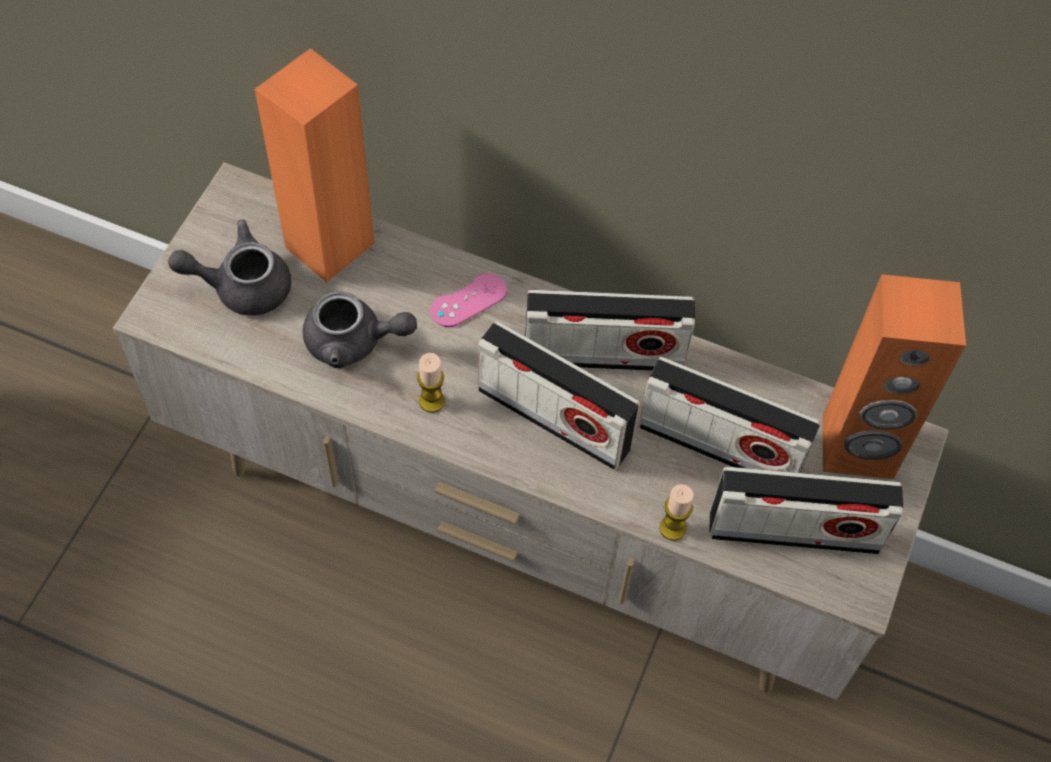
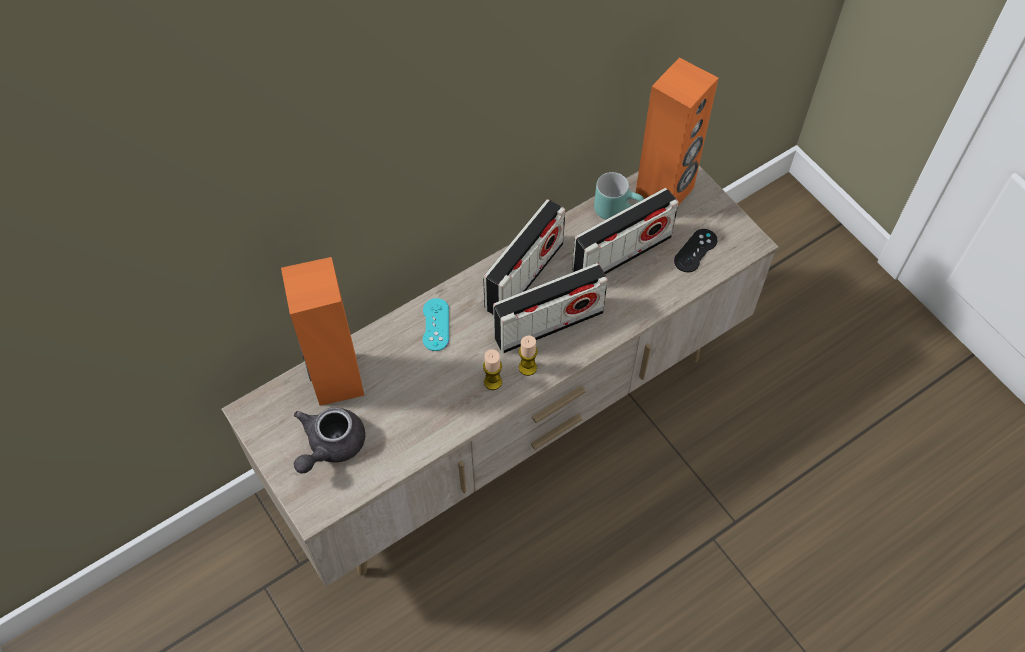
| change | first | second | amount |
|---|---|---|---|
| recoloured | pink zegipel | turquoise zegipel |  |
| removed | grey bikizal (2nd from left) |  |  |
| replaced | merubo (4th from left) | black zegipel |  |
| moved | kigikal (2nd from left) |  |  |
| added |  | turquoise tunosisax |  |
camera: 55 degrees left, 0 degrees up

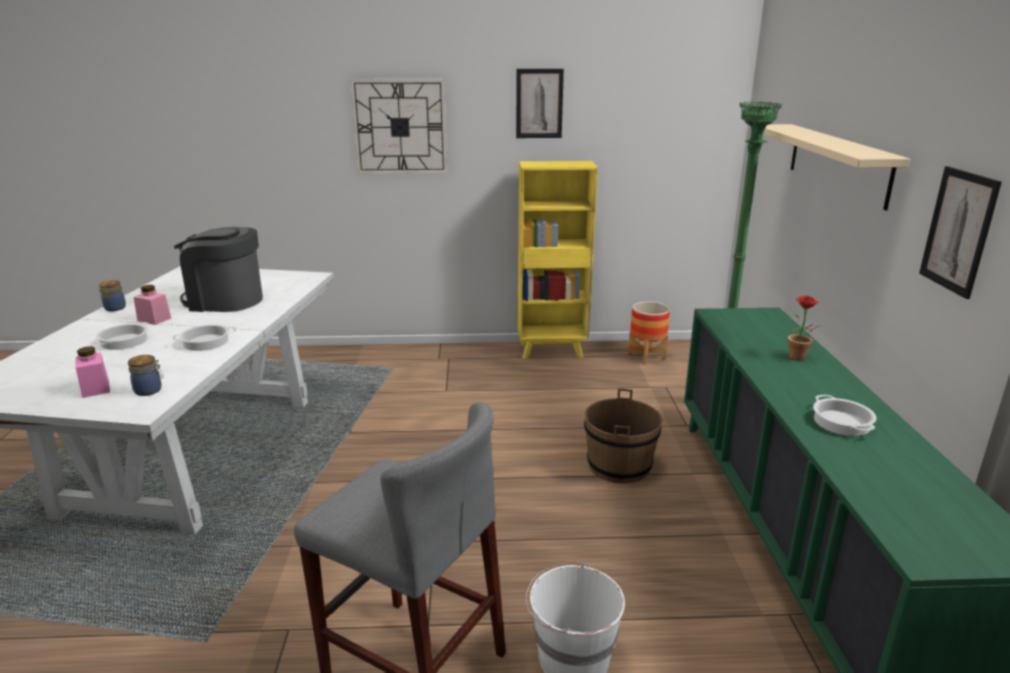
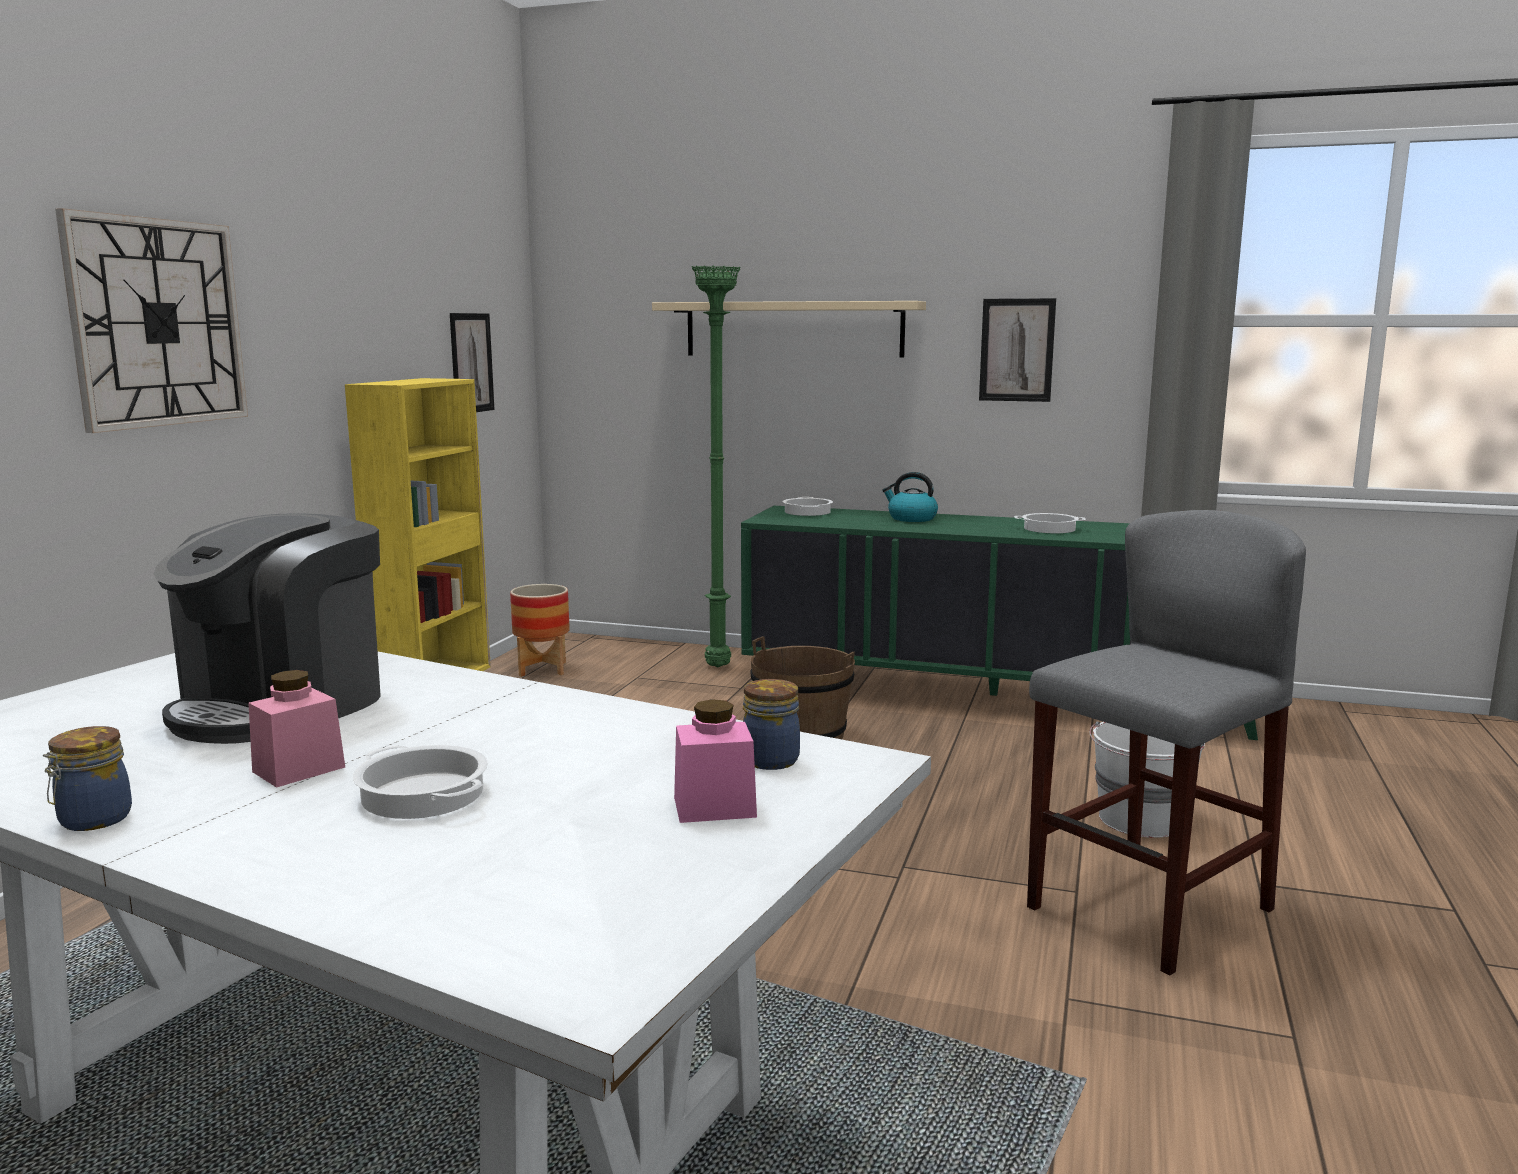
| change | first | second | amount |
|---|---|---|---|
| moved | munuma (1st from left) |  |  |
| replaced | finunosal | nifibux |  |
| moved | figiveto (2nd from left) |  |  |
camera: 70 degrees left, 10 degrees down

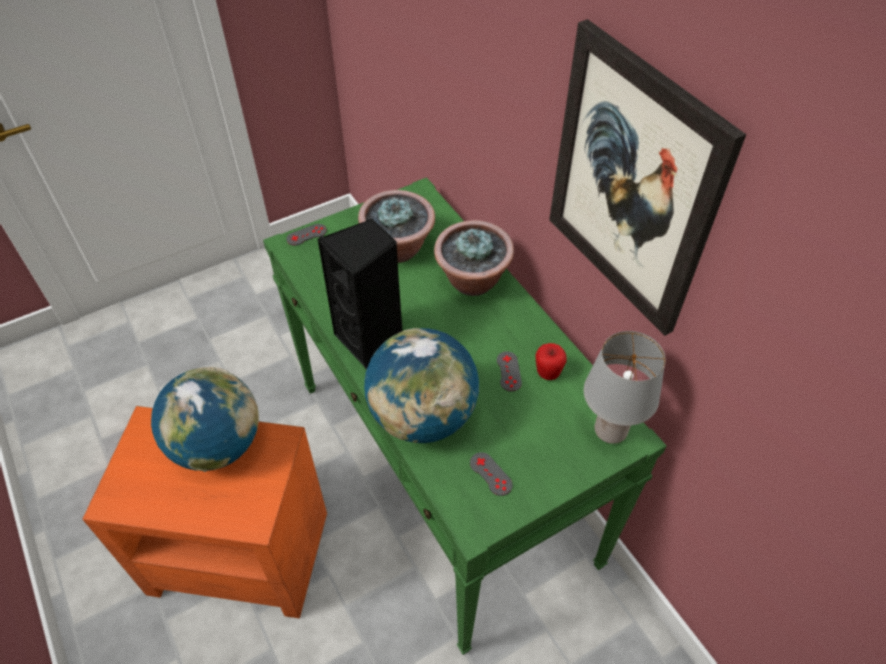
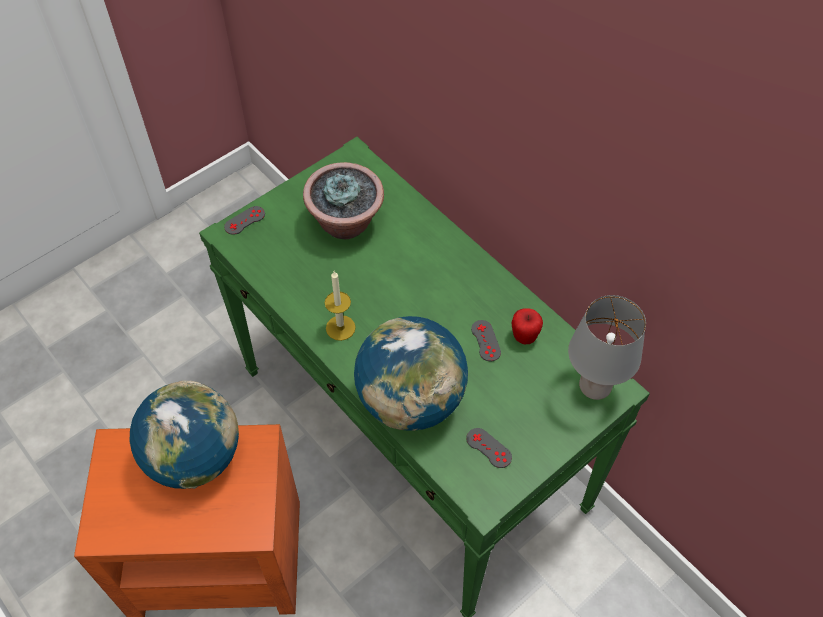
| change | first | second | amount |
|---|---|---|---|
| removed | munuma |  |  |
| replaced | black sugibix | kigikal |  |
| removed | finunosal (2nd from left) |  |  |
camera: 10 degrees left, 5 degrees up

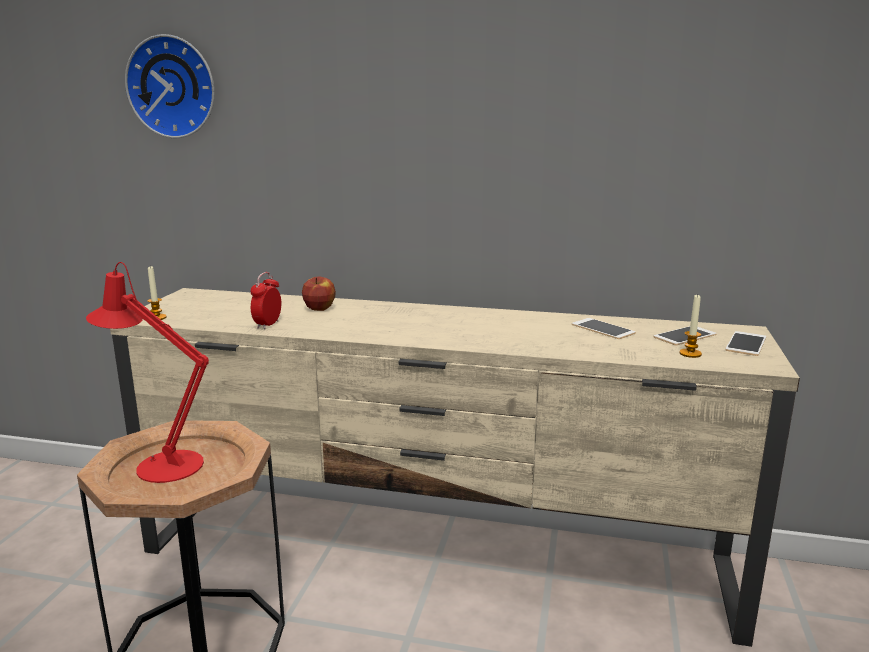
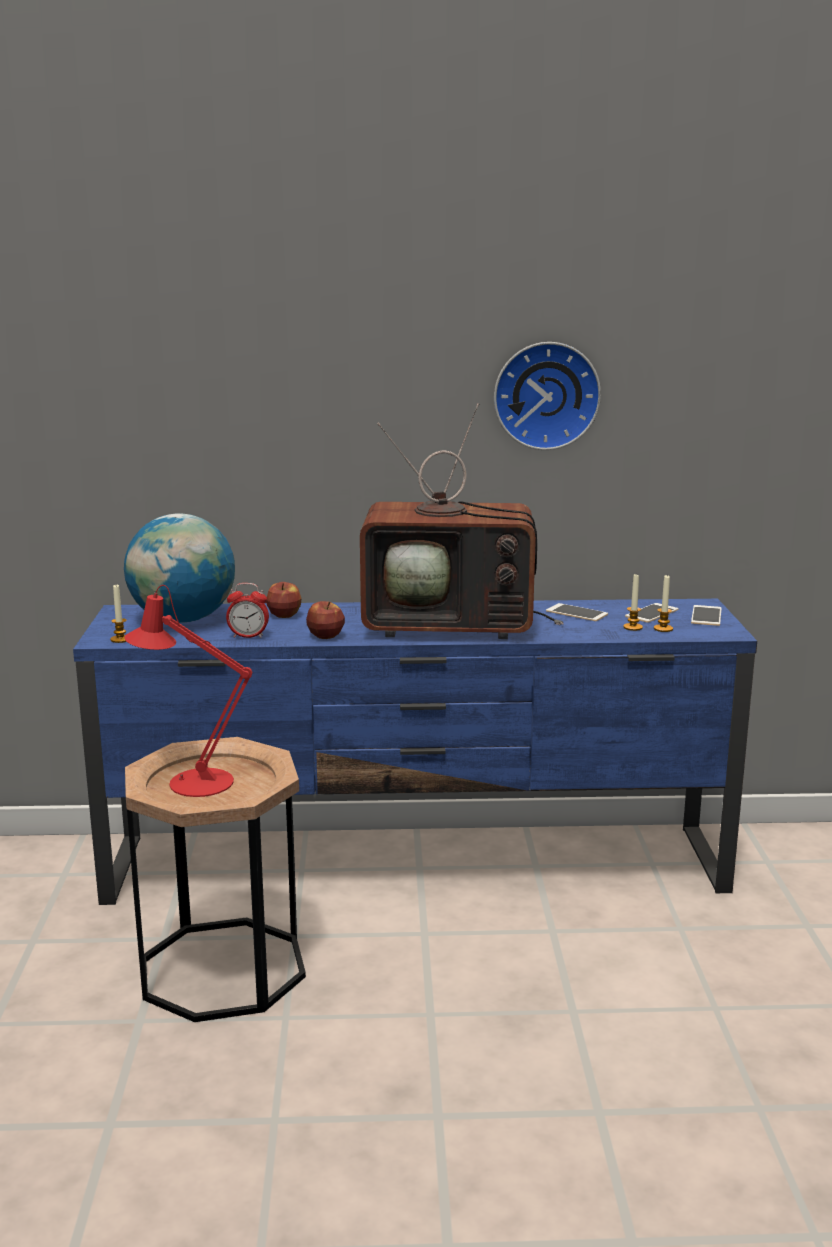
| change | first | second | amount |
|---|---|---|---|
| moved | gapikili |  |  |
| turned | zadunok |  | 90 degrees counterclockwise |
| recoloured | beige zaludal | blue zaludal |  |
| added |  | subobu |  |
| added |  | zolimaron |  |
| added |  | kigikal (2nd from left) |  |
| added |  | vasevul (2nd from left) |  |
camera: 15 degrees left, 0 degrees up

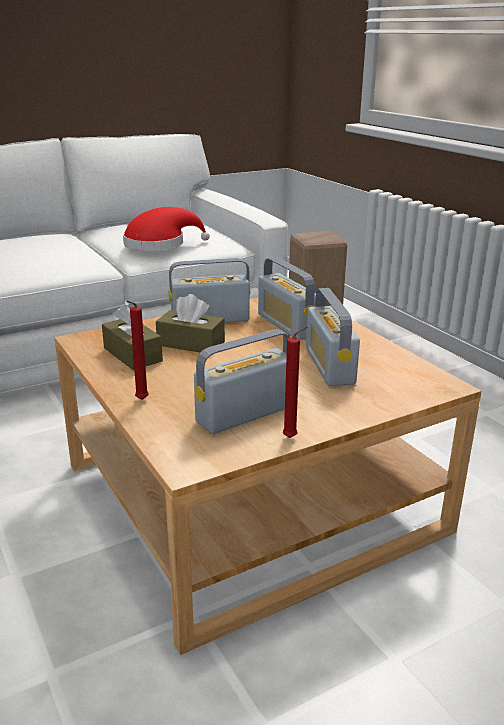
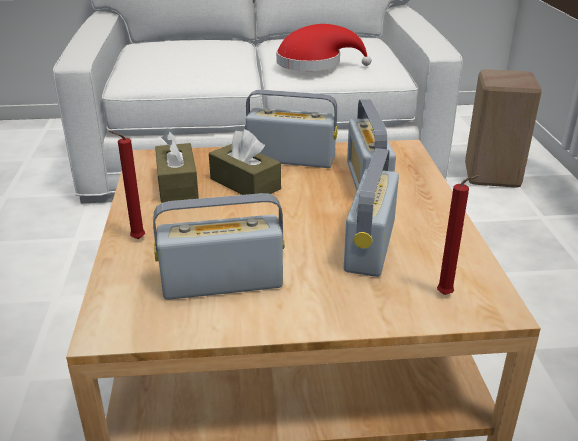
| change | first | second | amount |
|---|---|---|---|
| moved | red kigikal (2nd from left) |  |  |
camera: 25 degrees right, 5 degrees up

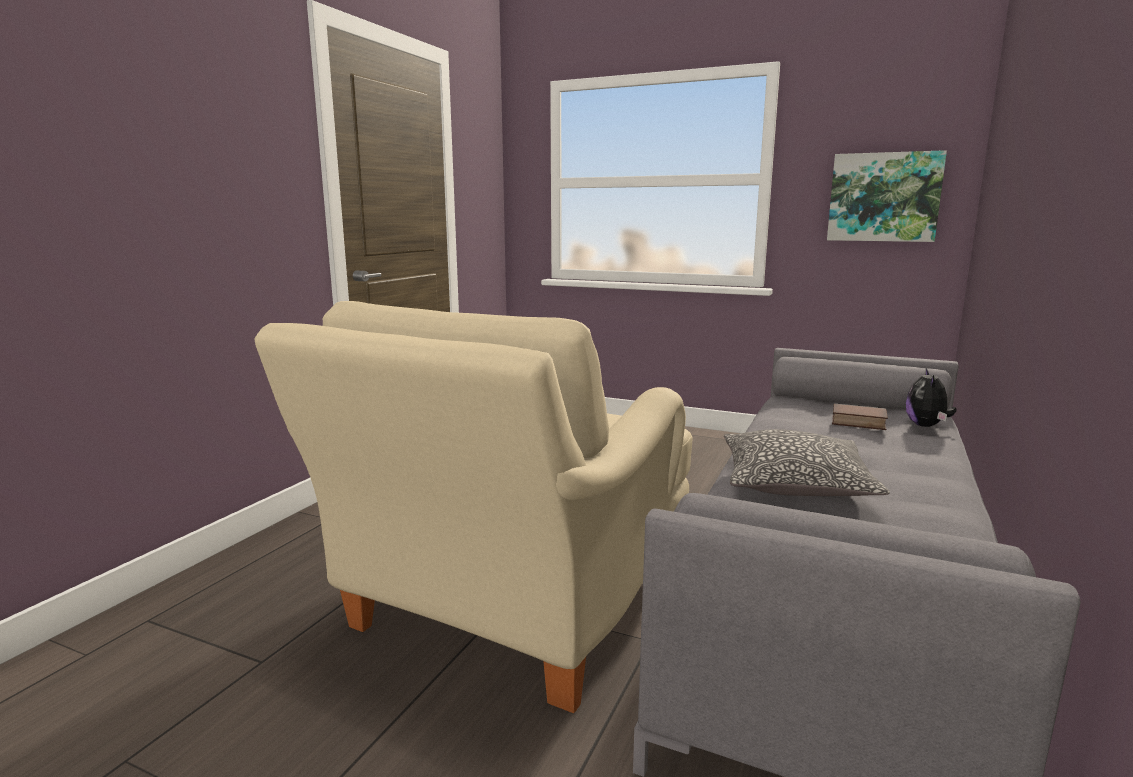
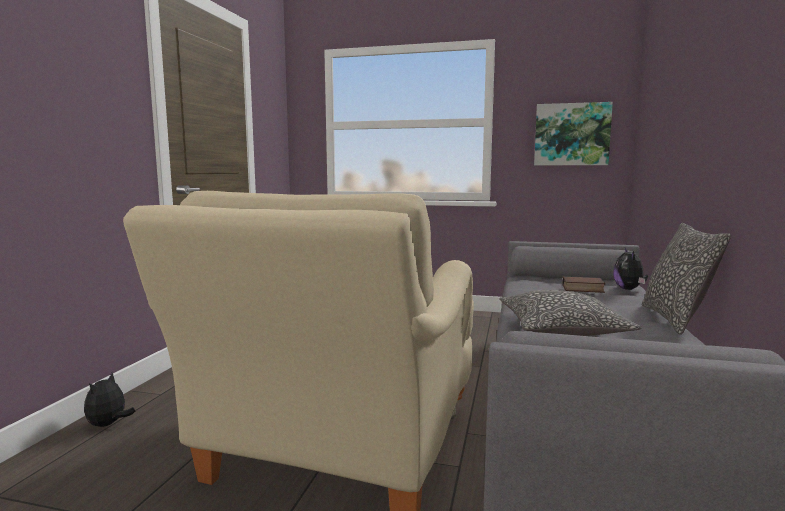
| change | first | second | amount |
|---|---|---|---|
| added |  | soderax (2nd from left) |  |
| added |  | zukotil (1st from left) |  |
camera: 10 degrees left, 5 degrees down

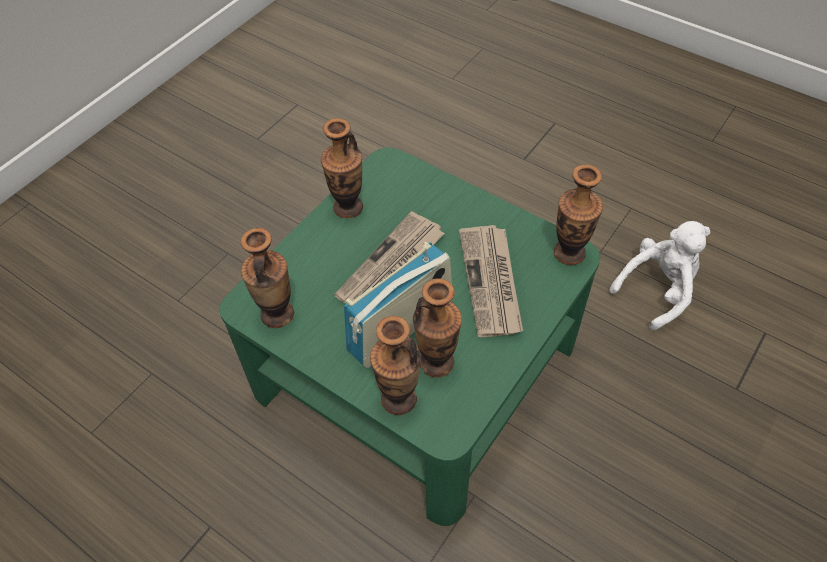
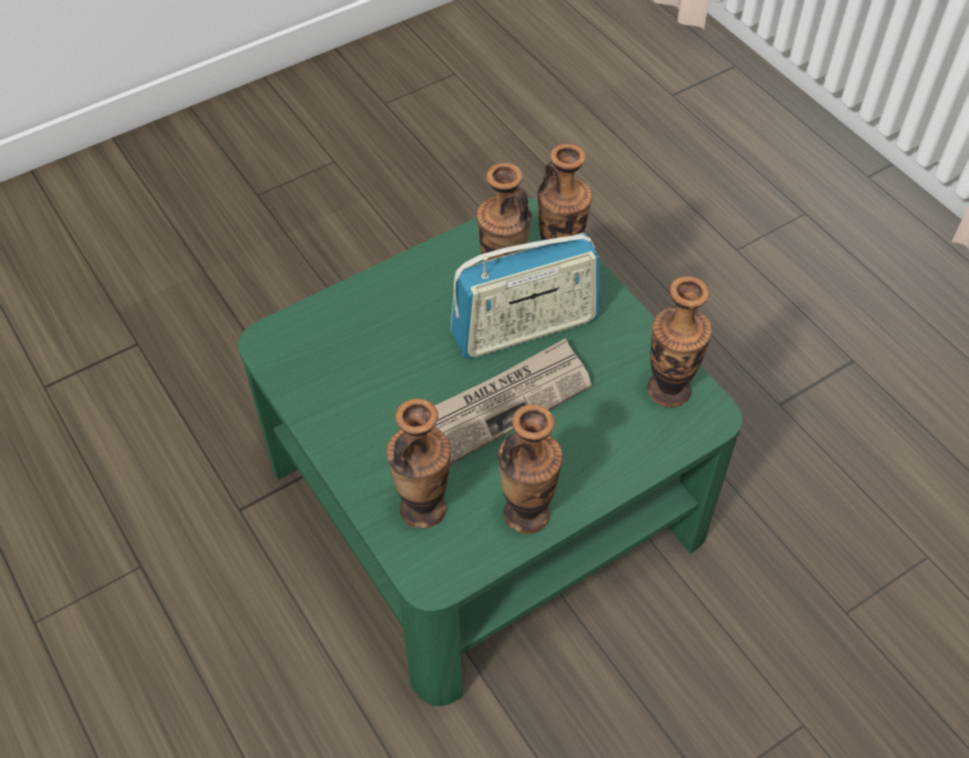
| change | first | second | amount |
|---|---|---|---|
| moved | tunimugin (5th from left in the first image) | tunimugin (1st from left) |  |
| removed | white zukotil |  |  |
| removed | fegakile (2nd from left) |  |  |
camera: 160 degrees left, 0 degrees up

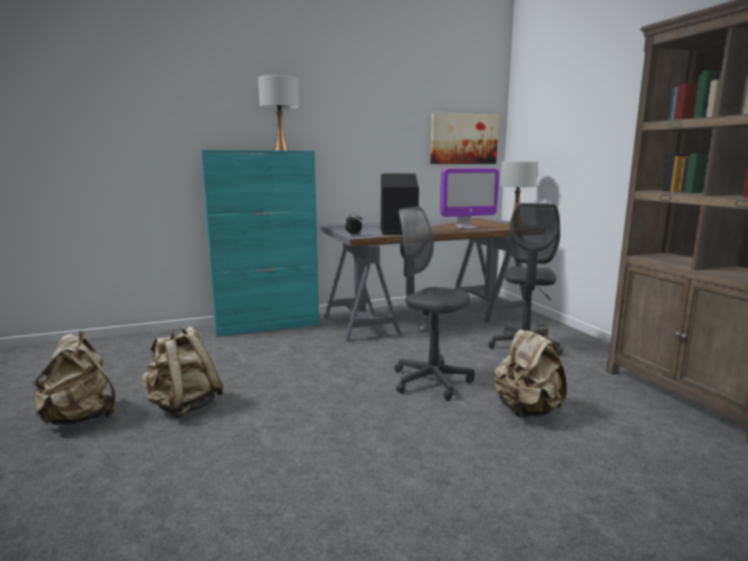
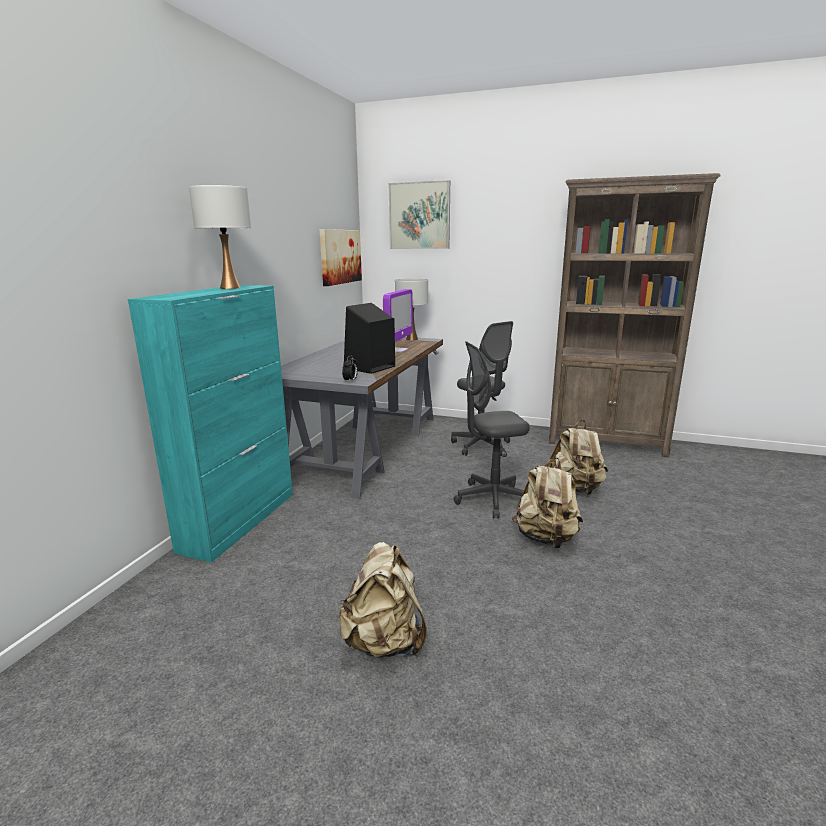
| change | first | second | amount |
|---|---|---|---|
| moved | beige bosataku (1st from left in the first image) | beige bosataku (2nd from left) |  |
| added |  | munuma (2nd from left) |  |
camera: 50 degrees left, 5 degrees up

